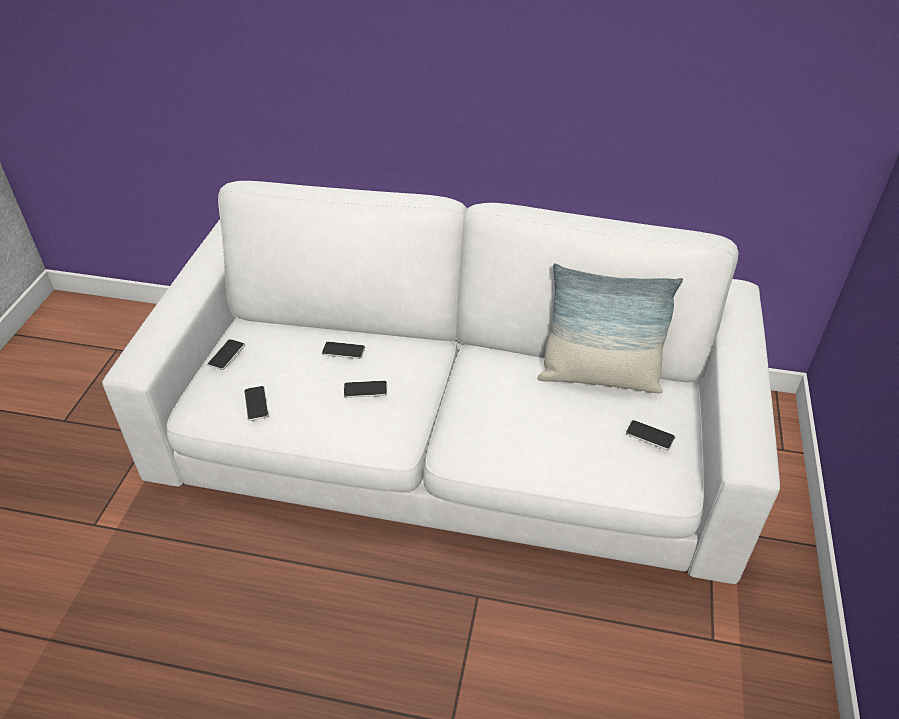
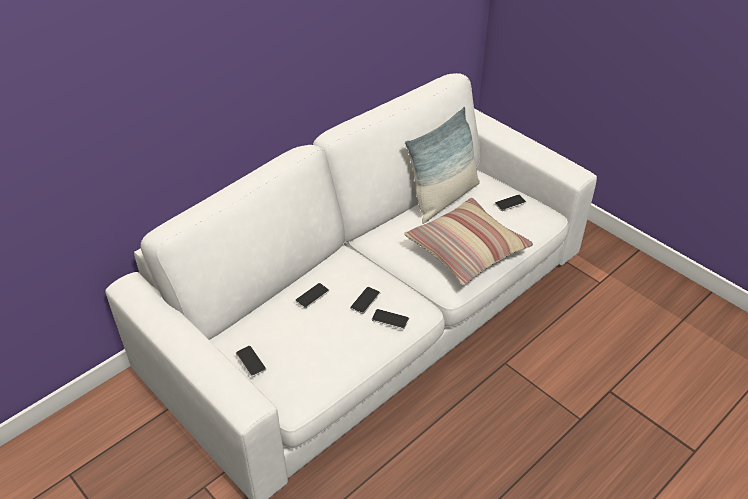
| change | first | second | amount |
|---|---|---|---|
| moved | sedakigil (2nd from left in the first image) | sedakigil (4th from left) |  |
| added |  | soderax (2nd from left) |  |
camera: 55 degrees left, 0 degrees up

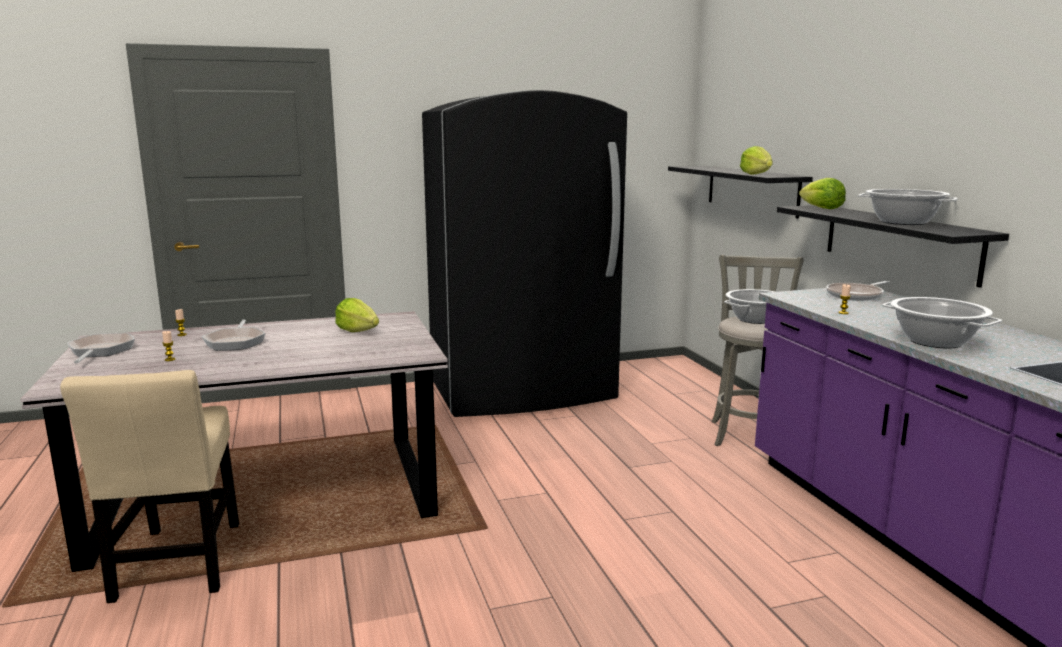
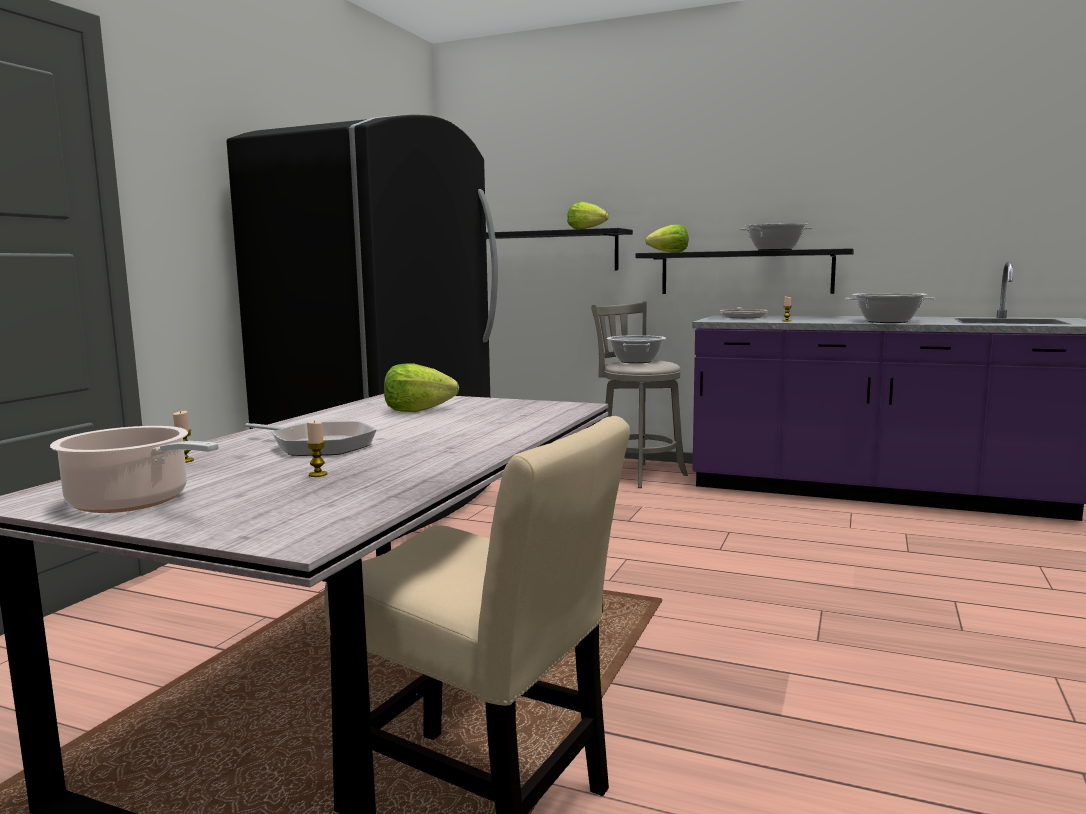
| change | first | second | amount |
|---|---|---|---|
| replaced | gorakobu (1st from left) | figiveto (1st from left) |  |
camera: 50 degrees left, 5 degrees down

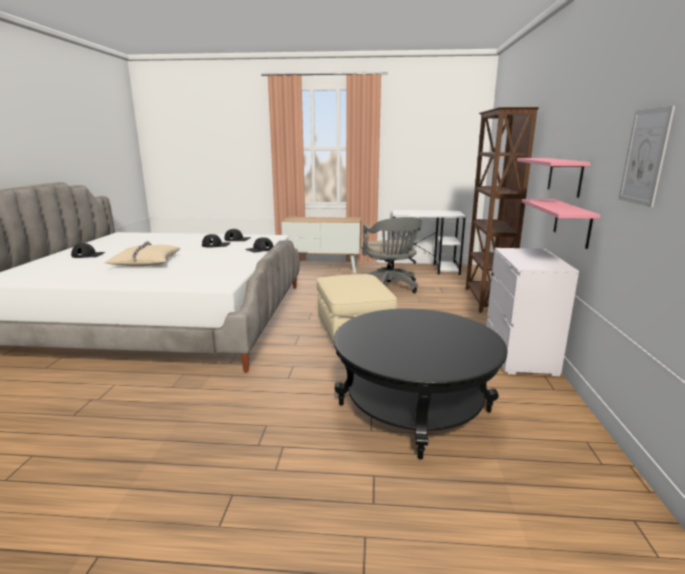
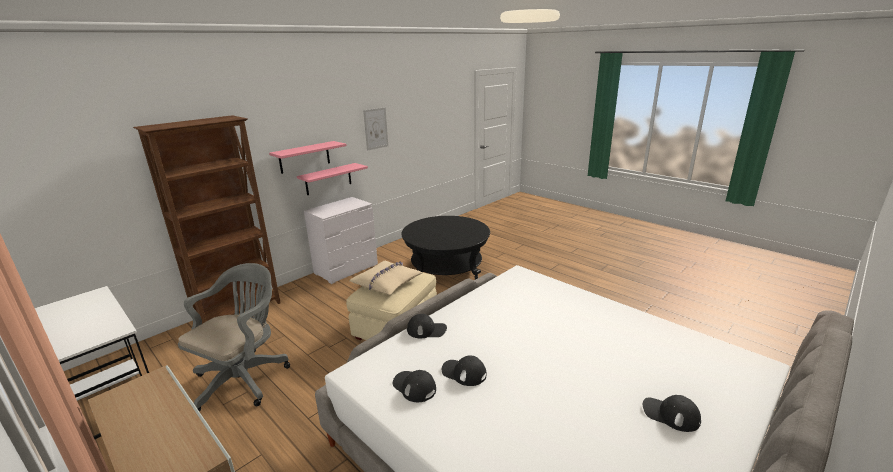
| change | first | second | amount |
|---|---|---|---|
| moved | beige soderax |  |  |
camera: 140 degrees left, 5 degrees up

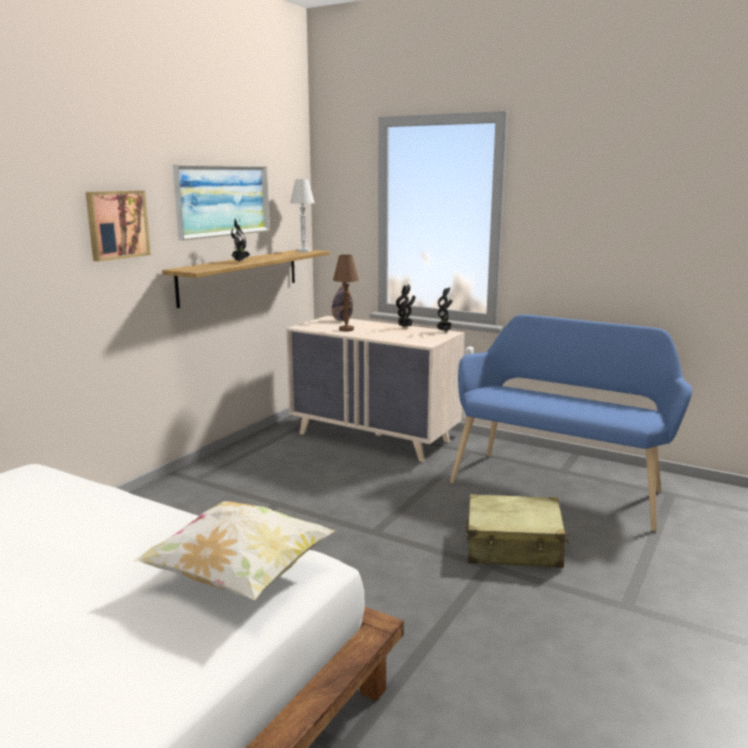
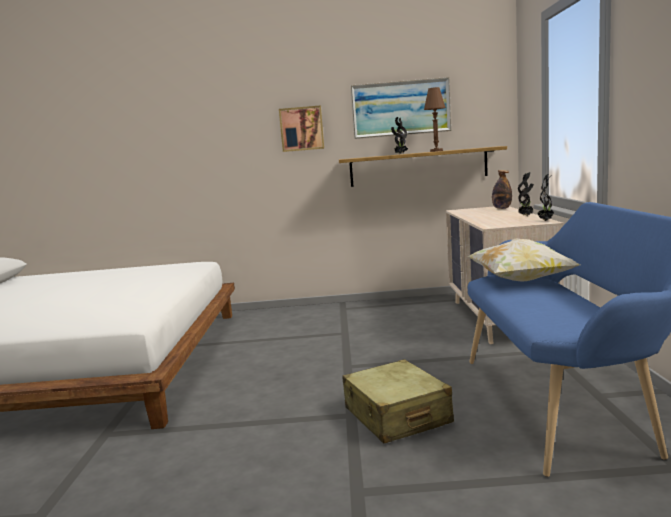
| change | first | second | amount |
|---|---|---|---|
| removed | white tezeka |  |  |
| moved | brown tezeka |  |  |
| moved | soderax |  |  |
camera: 60 degrees right, 5 degrees down

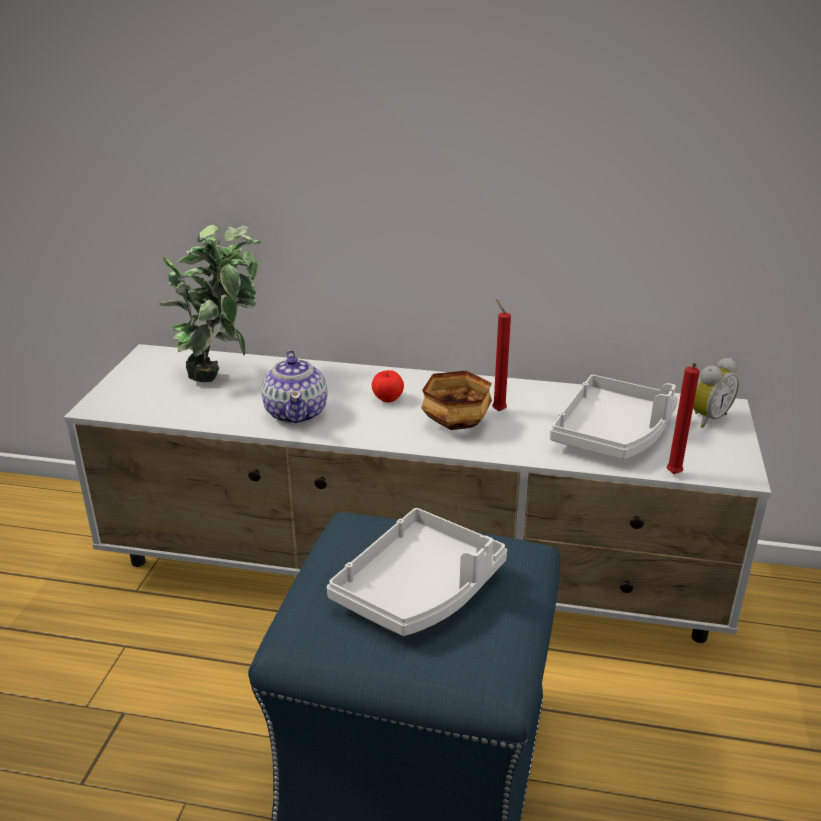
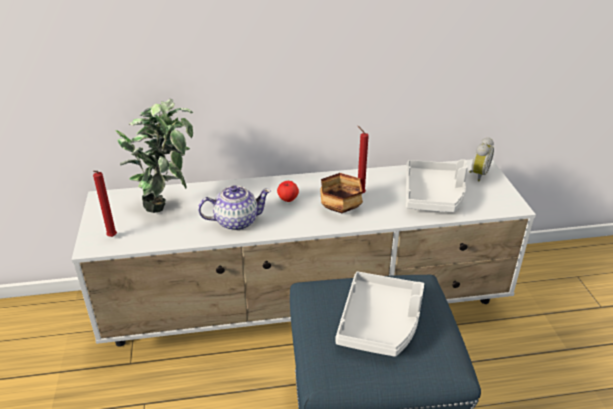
| change | first | second | amount |
|---|---|---|---|
| turned | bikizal |  | 75 degrees counterclockwise |
| moved | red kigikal (2nd from left in the first image) | red kigikal (1st from left) |  |
camera: 20 degrees left, 5 degrees up

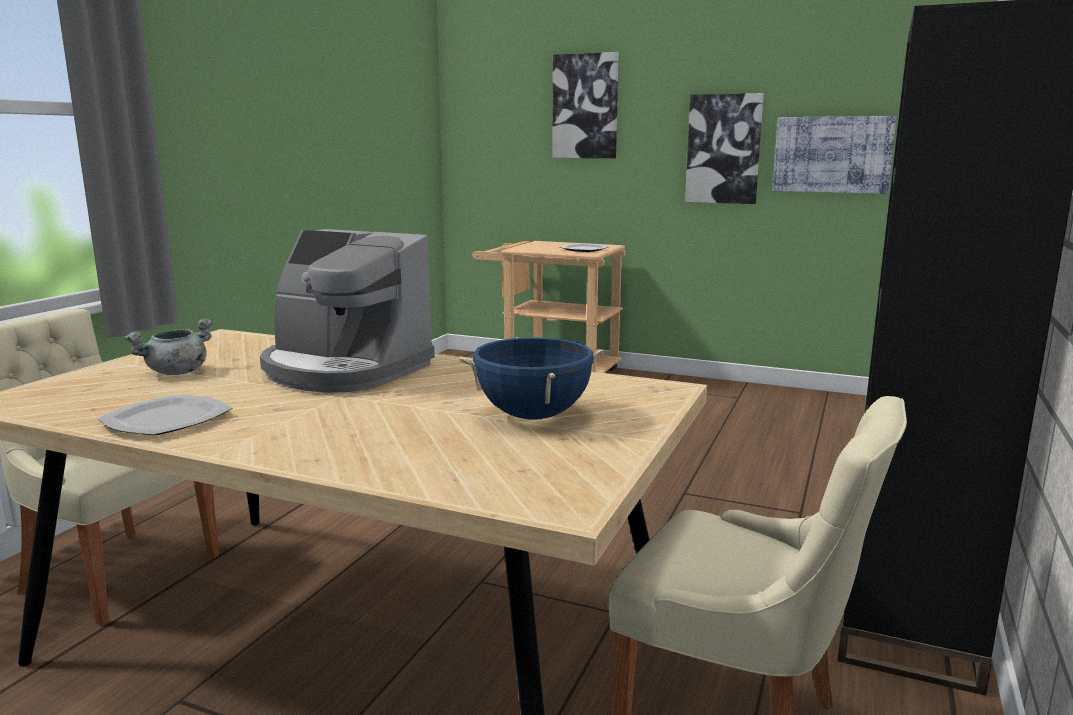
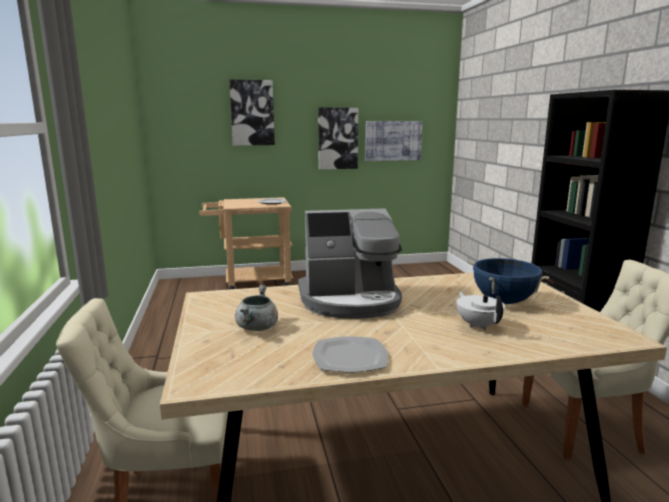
| change | first | second | amount |
|---|---|---|---|
| added |  | white bikizal |  |
camera: 35 degrees left, 0 degrees up

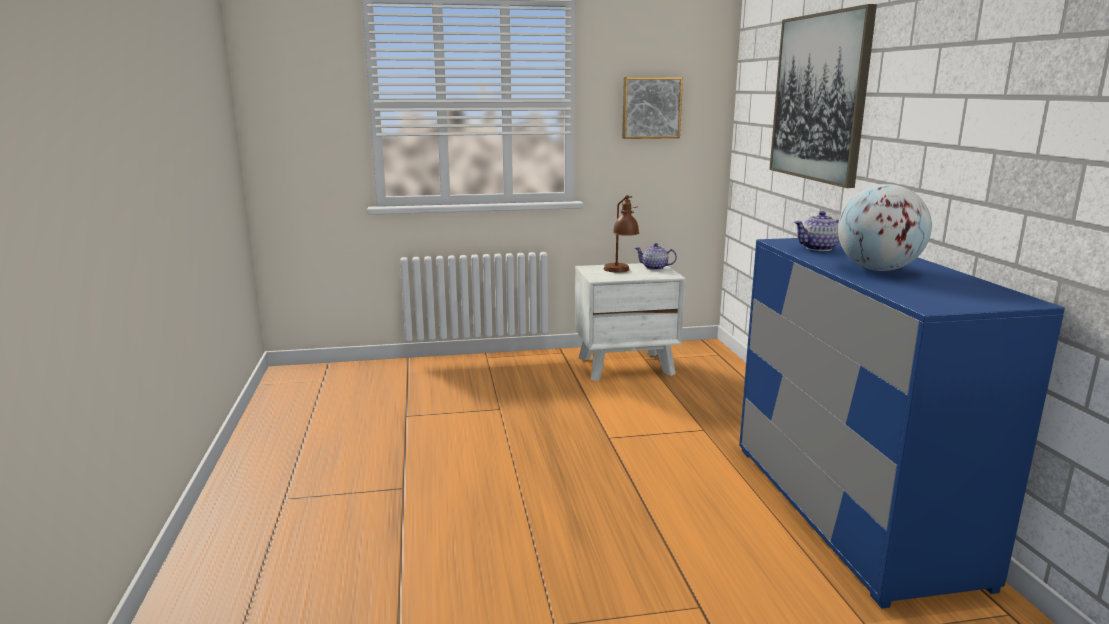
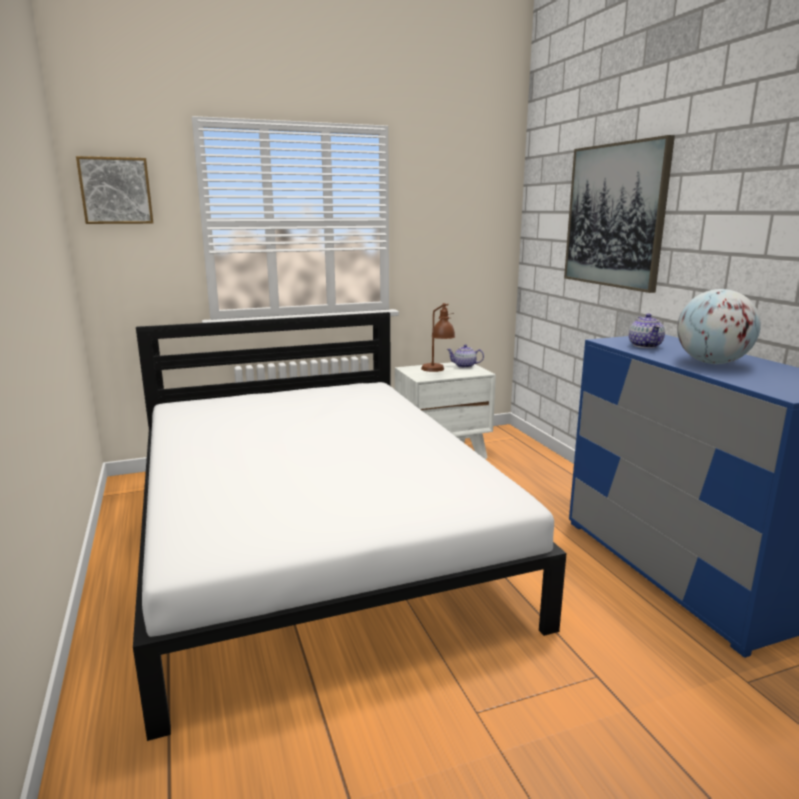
| change | first | second | amount |
|---|---|---|---|
| moved | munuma (1st from left) |  |  |
| turned | bikizal (2nd from left) |  | 60 degrees counterclockwise |
| added |  | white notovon |  |
camera: 10 degrees left, 0 degrees up

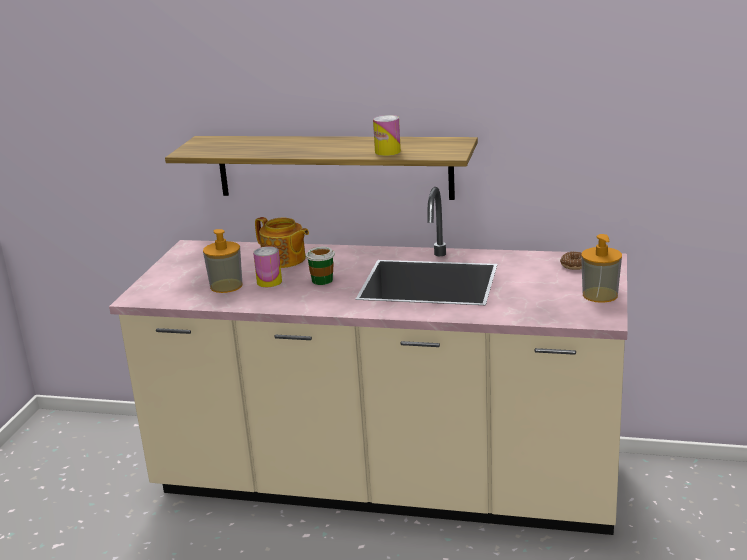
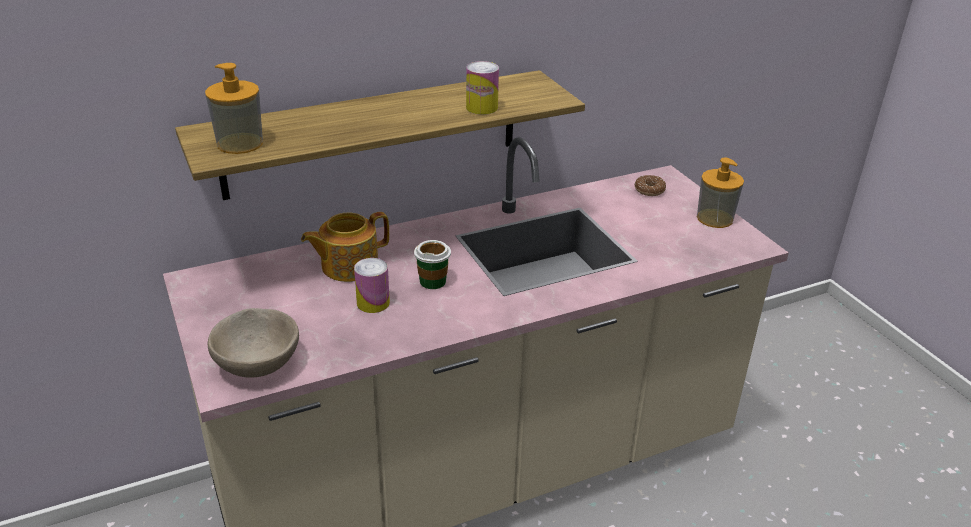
| change | first | second | amount |
|---|---|---|---|
| turned | bikizal |  | 150 degrees clockwise |
| moved | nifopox (1st from left) |  |  |
| added |  | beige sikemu |  |
camera: 40 degrees left, 10 degrees up

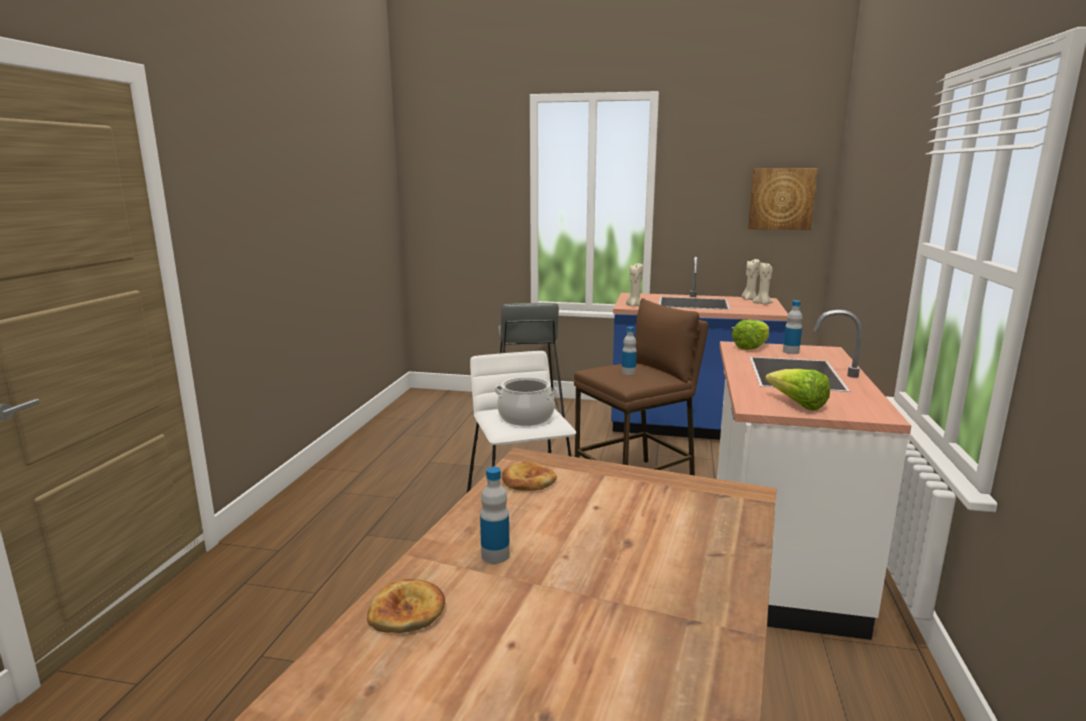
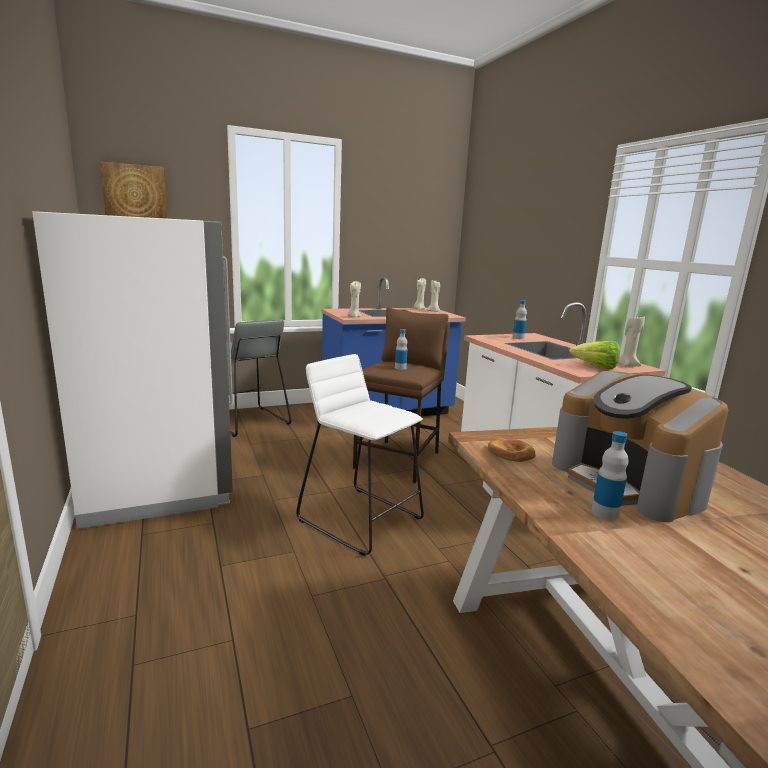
| change | first | second | amount |
|---|---|---|---|
| moved | munuma |  |  |
| removed | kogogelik (1st from left) |  |  |
| removed | figiveto |  |  |
| removed | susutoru (1st from left) |  |  |
| added |  | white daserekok |  |
| added |  | beige kigikal (4th from left) |  |
| added |  | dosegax |  |
camera: 35 degrees left, 0 degrees up

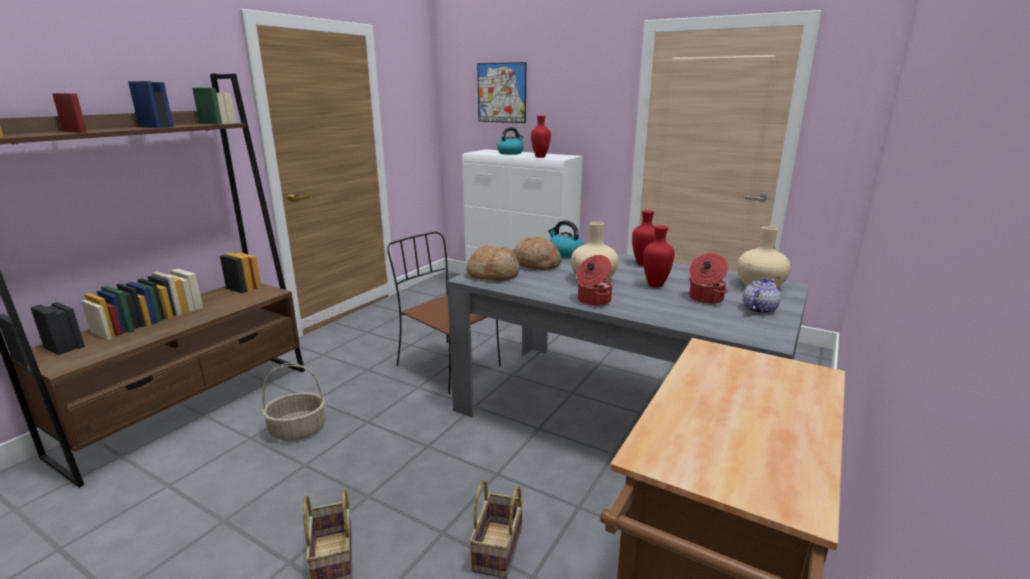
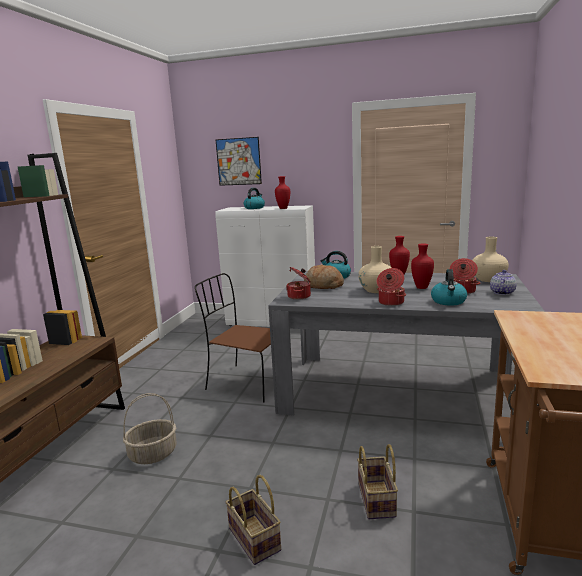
| change | first | second | amount |
|---|---|---|---|
| replaced | susutoru (1st from left) | figiveto (1st from left) |  |
| added |  | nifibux (3rd from left) |  |
camera: 15 degrees left, 5 degrees down

